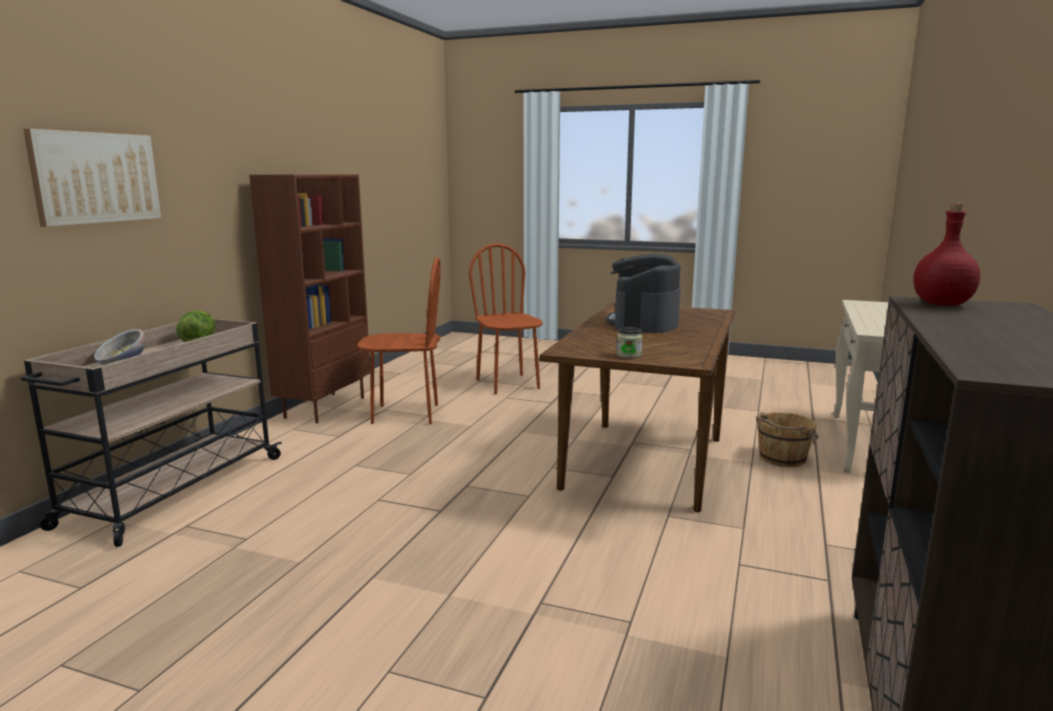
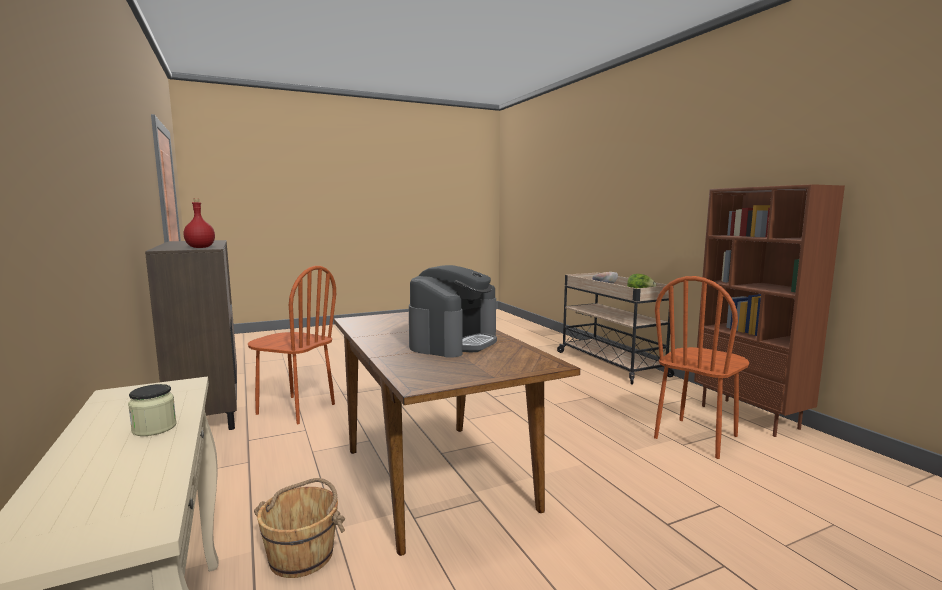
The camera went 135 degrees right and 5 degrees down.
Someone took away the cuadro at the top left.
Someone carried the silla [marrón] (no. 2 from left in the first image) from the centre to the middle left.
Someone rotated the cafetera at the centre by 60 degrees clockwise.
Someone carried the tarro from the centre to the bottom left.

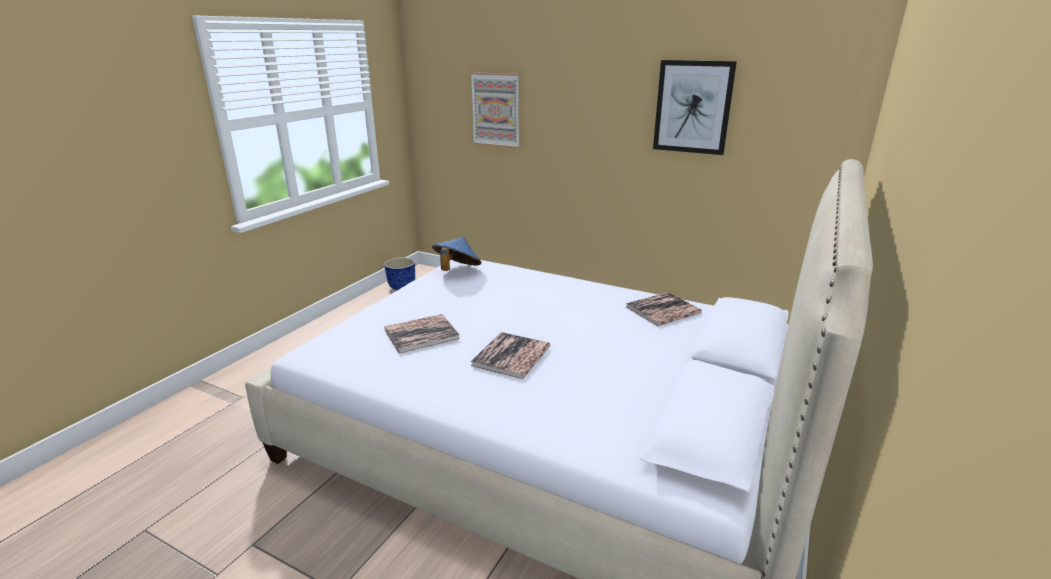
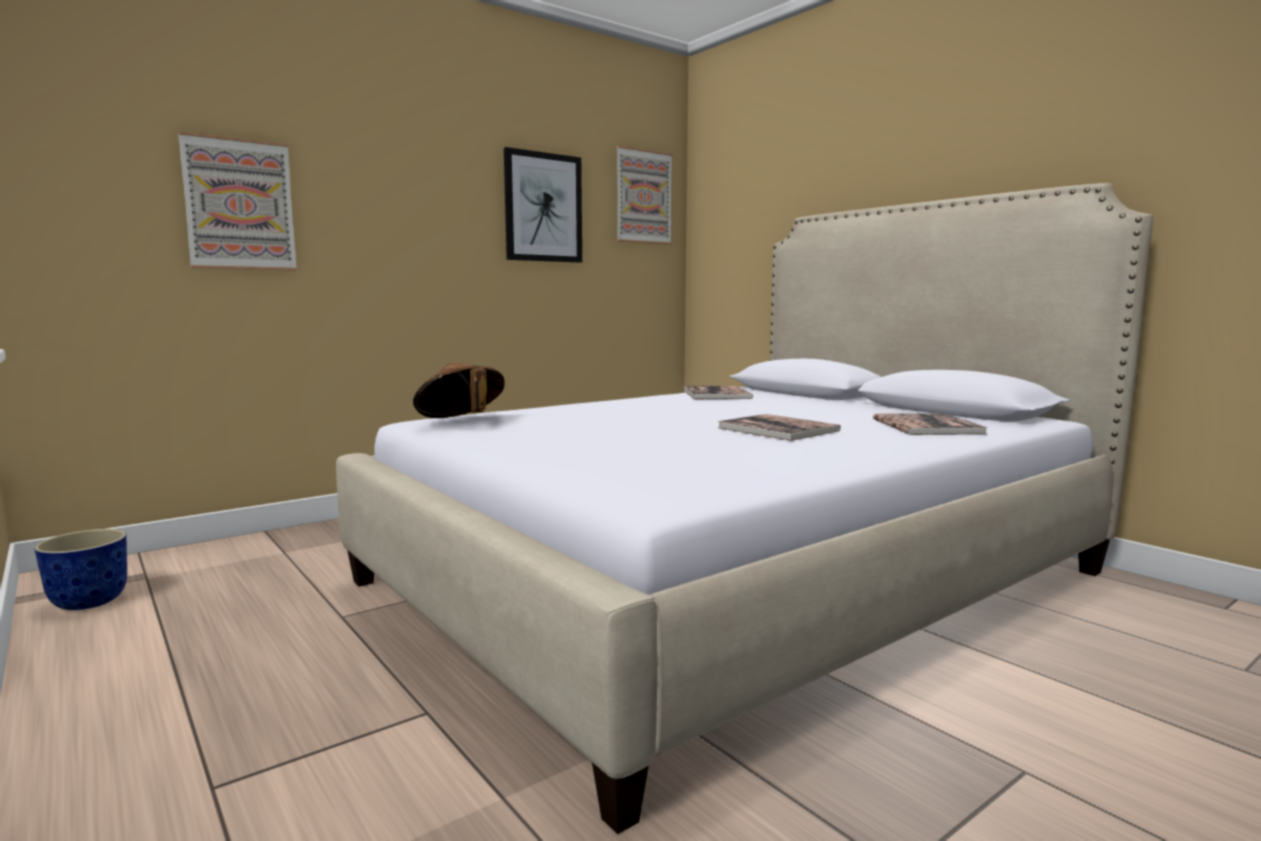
The camera went 65 degrees left and 15 degrees down.
Someone carried the libro (no. 1 from left in the first image) from the centre to the middle right.
Someone repainted the sombrero [azul] at the centre, which became the sombrero [marrón] at the centre.
Someone put up the cuadro (no. 3 from left) at the top centre.

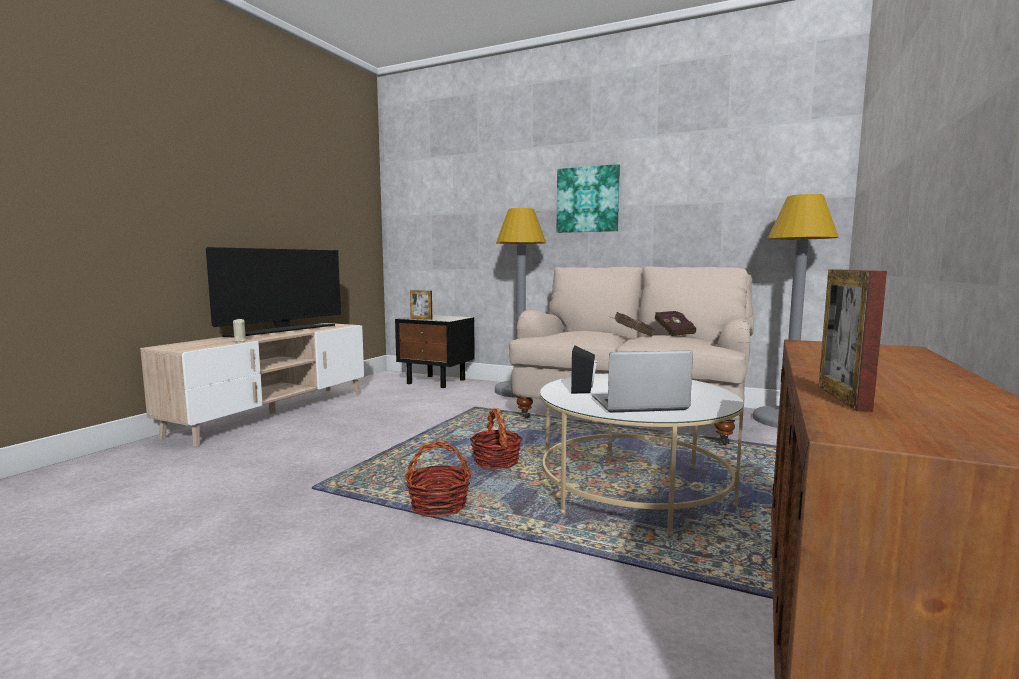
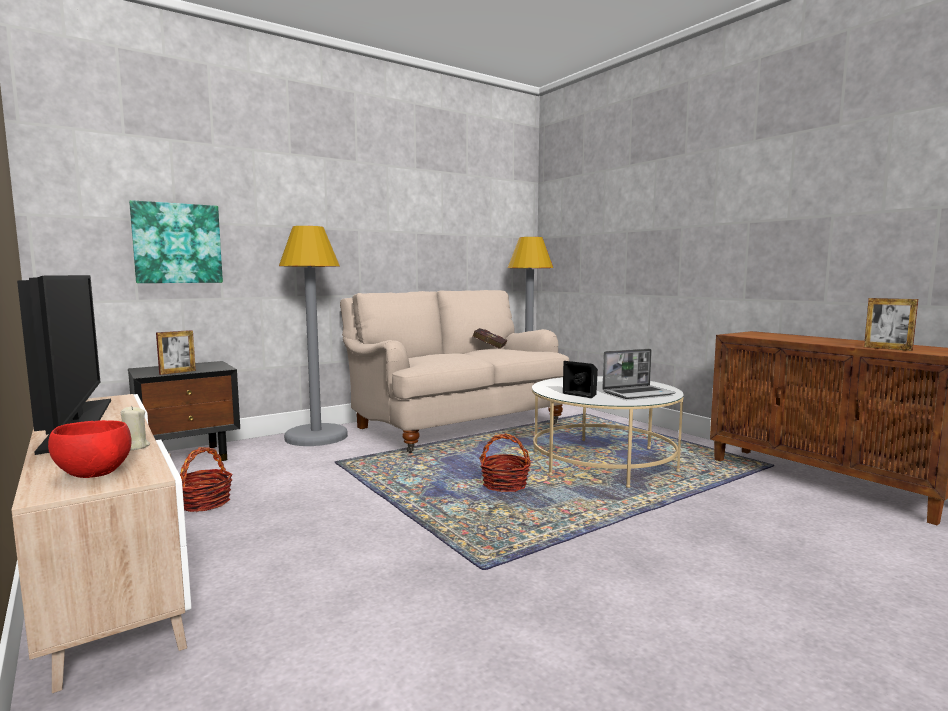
The camera went 60 degrees left and 0 degrees up.
Someone carried the cesta (no. 1 from left) from the bottom centre to the bottom left.
Someone carried the cuadro from the top centre to the middle left.
Someone rotated the portátil at the centre by 135 degrees counterclockwise.
Someone took away the libro [rojo] (no. 1 from left) at the centre.
Someone put down the cuenco [rojo] at the middle left.

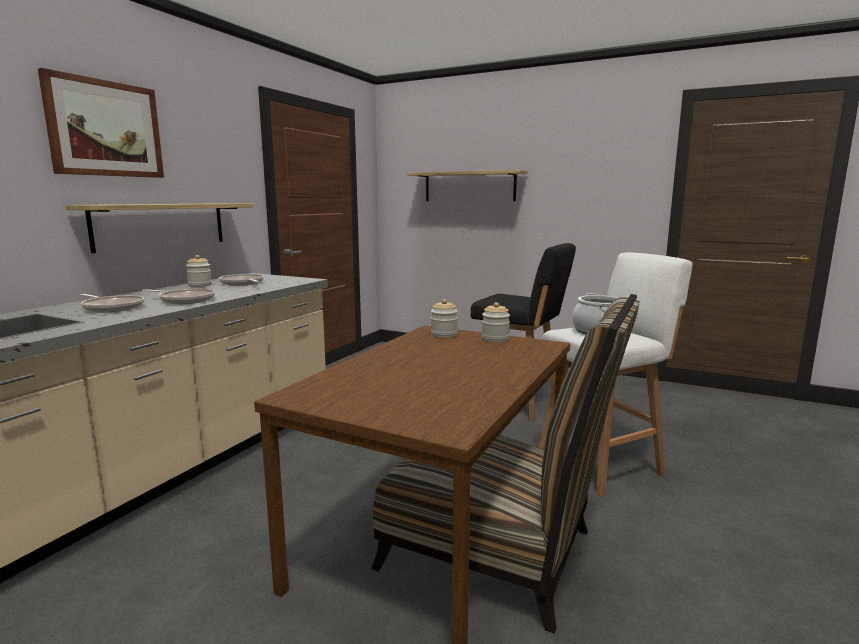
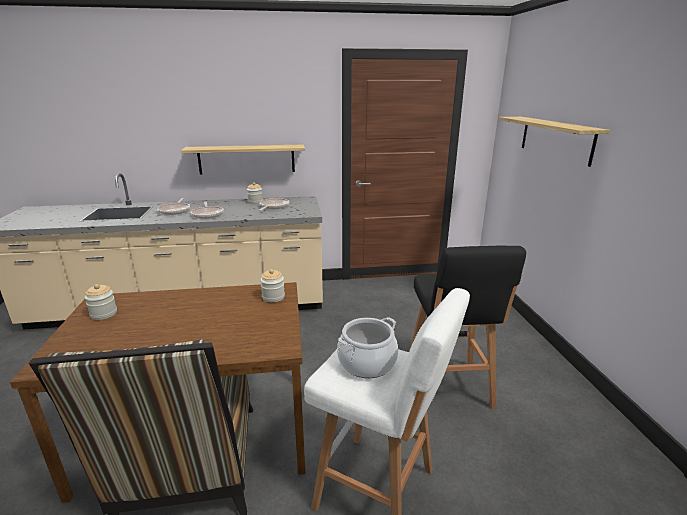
The camera went 55 degrees right and 10 degrees up.
Someone took away the cuadro at the top left.
Someone carried the tarro (no. 3 from left in the first image) from the centre to the middle left.

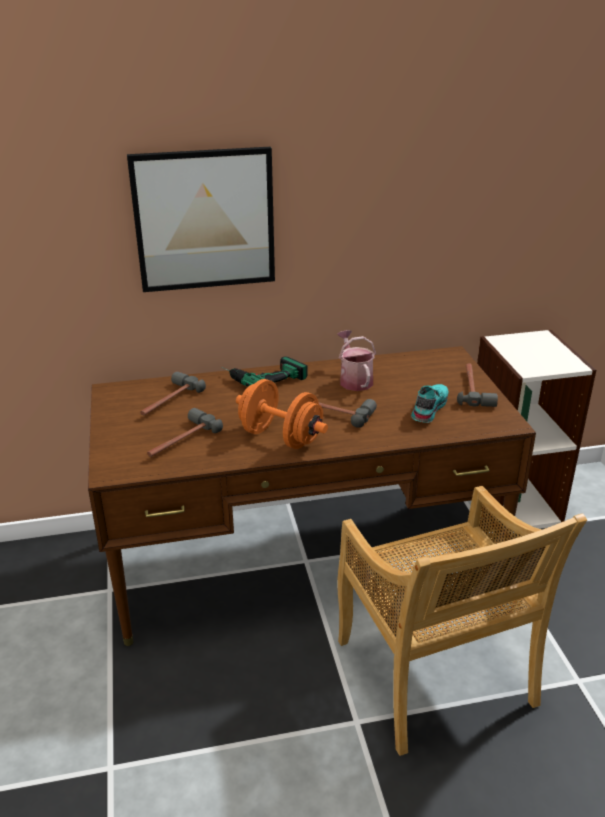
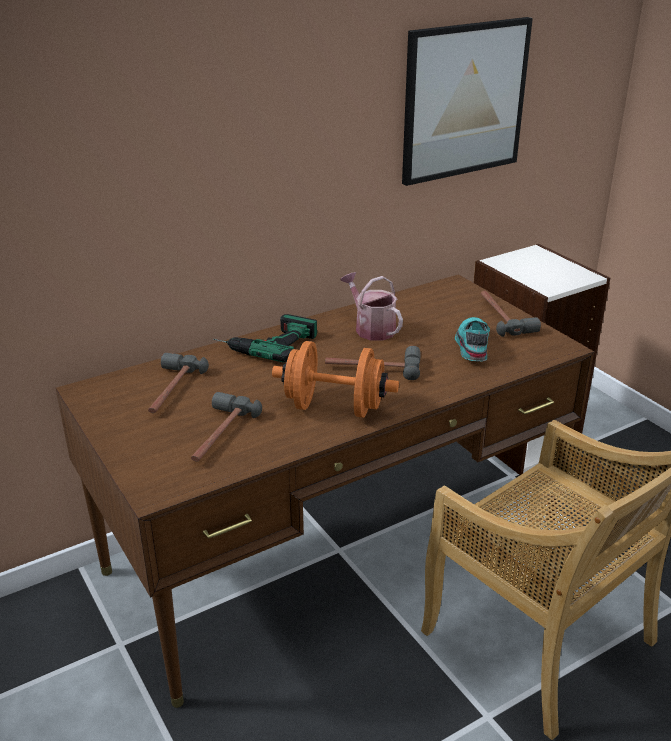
The camera went 20 degrees left and 0 degrees up.
Someone carried the cuadro from the top left to the top right.

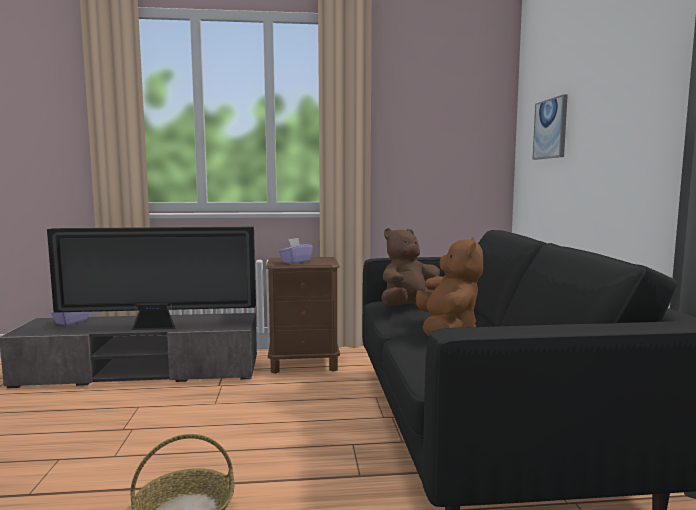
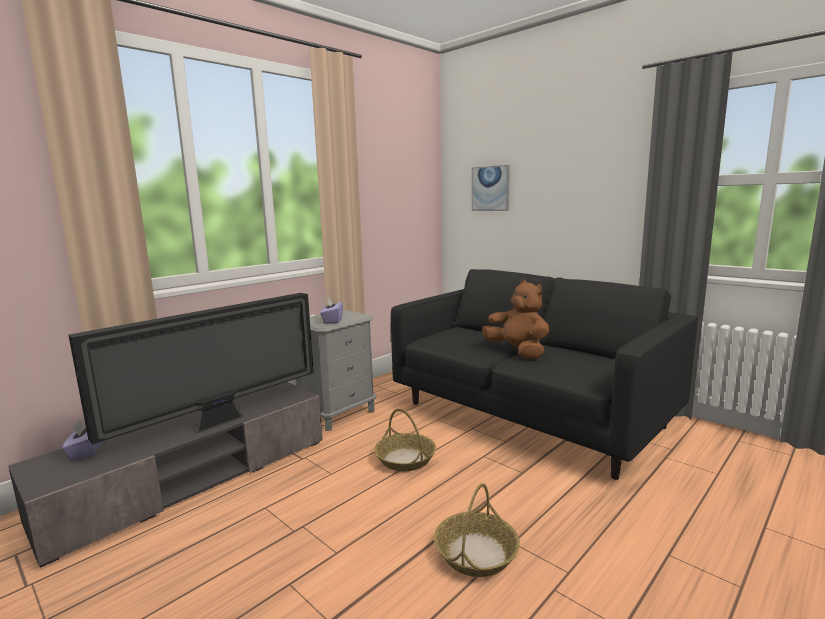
The camera went 40 degrees left and 5 degrees up.
Someone repainted the mesita de noche [marrón] at the centre, which became the mesita de noche [gris] at the centre.
Someone took away the peluche [marrón] (no. 1 from left) at the centre.
Someone put down the cesta (no. 1 from left) at the bottom centre.

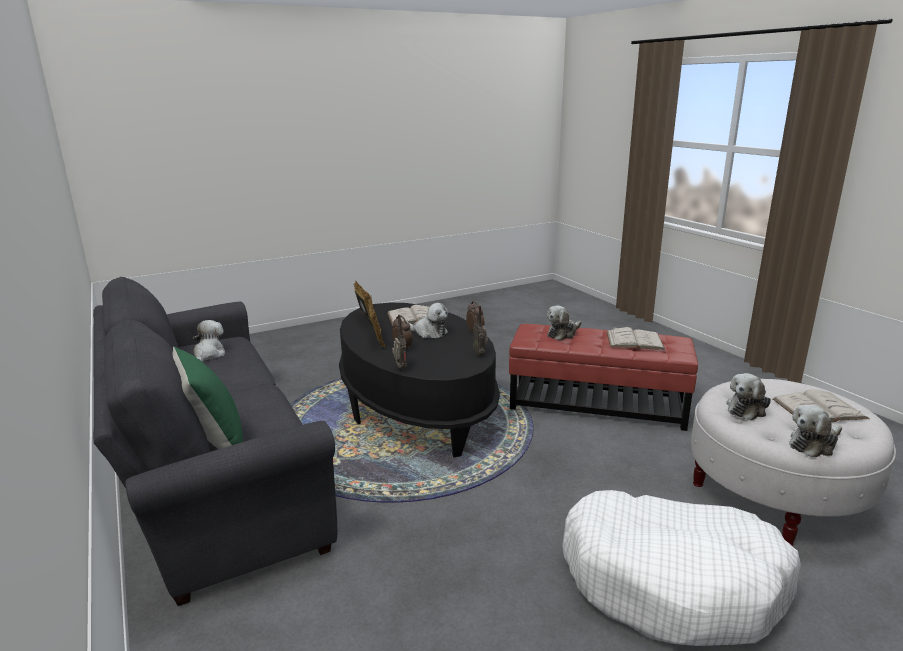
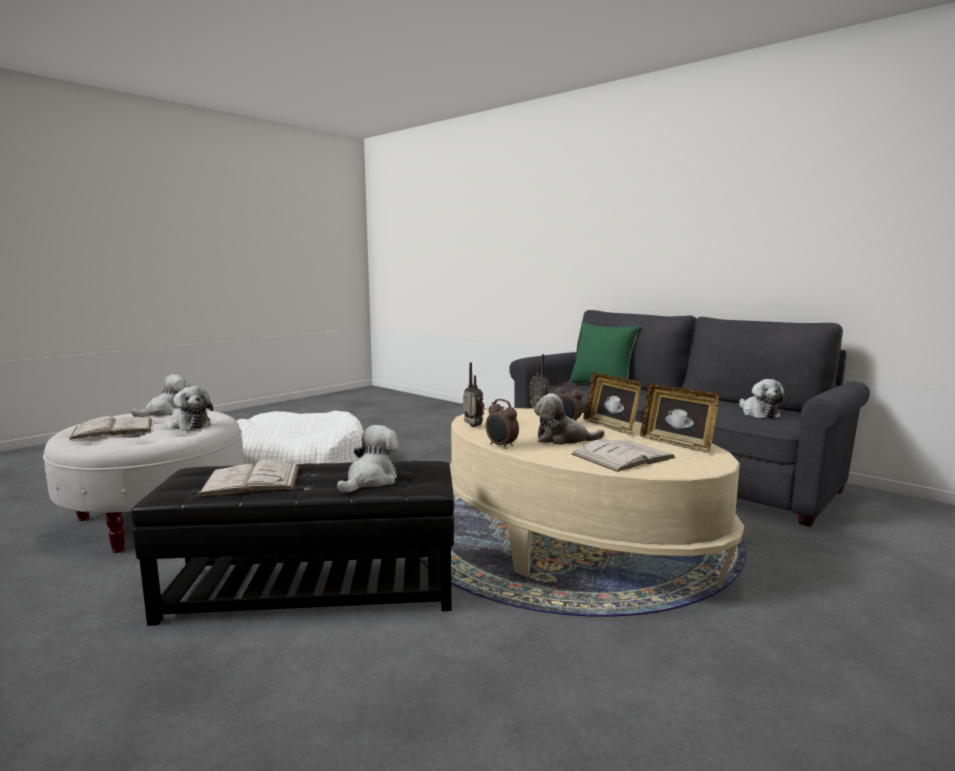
The camera went 160 degrees right and 10 degrees down.
Someone repainted the mesa de centro [negro] at the centre, which became the mesa de centro [beis] at the centre.
Someone repainted the puf [rojo] at the middle right, which became the puf [negro] at the bottom left.
Someone rotated the peluche (no. 4 from left in the first image) at the middle right by 105 degrees clockwise.

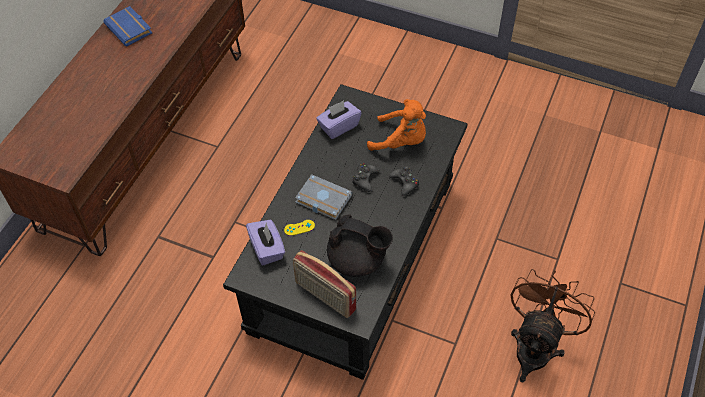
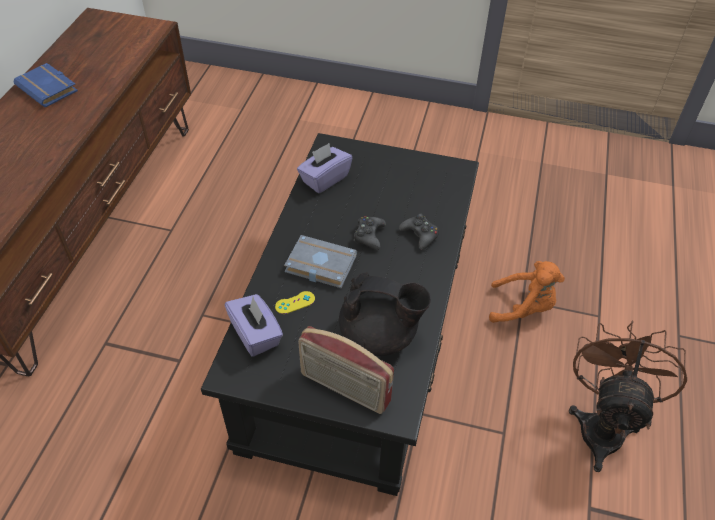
The camera went 10 degrees left and 5 degrees down.
Someone carried the peluche [naranja] from the top centre to the middle right.

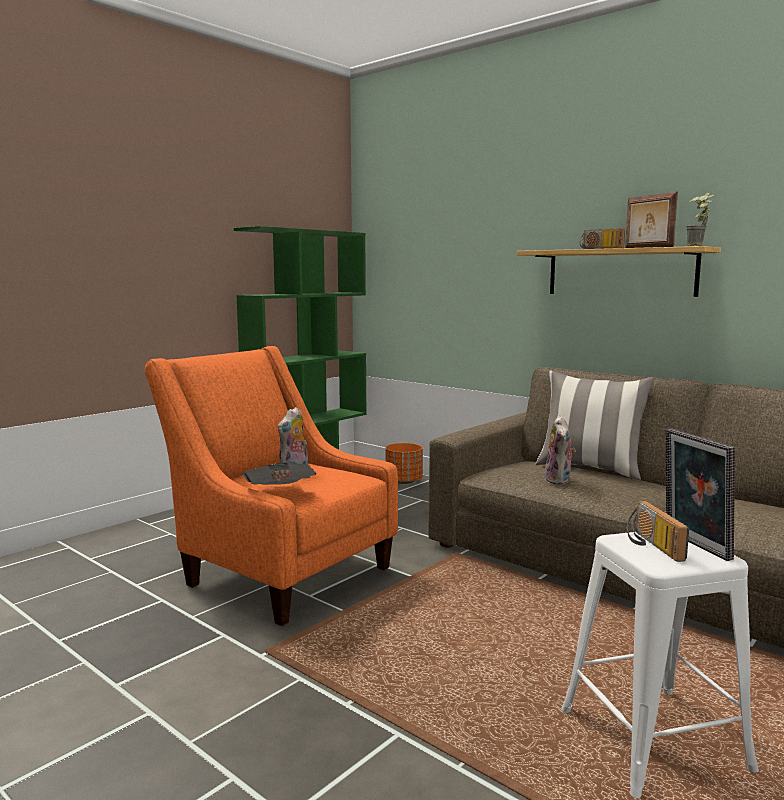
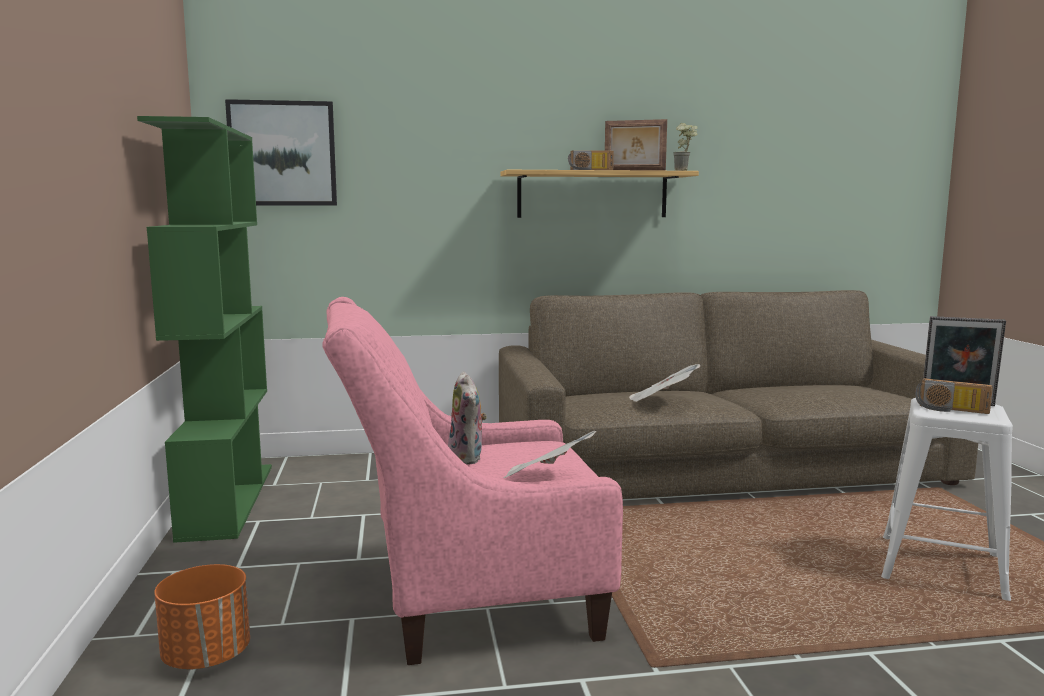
The camera went 50 degrees left and 0 degrees up.
Someone repainted the sillón [naranja] at the centre, which became the sillón [rosa] at the bottom centre.
Someone carried the maceta [naranja] from the centre to the bottom left.
Someone took away the cojín at the middle right.
Someone swapped the peluche (no. 2 from left) at the middle right for the periódico (no. 2 from left) at the centre.
Someone put up the cuadro at the top left.

